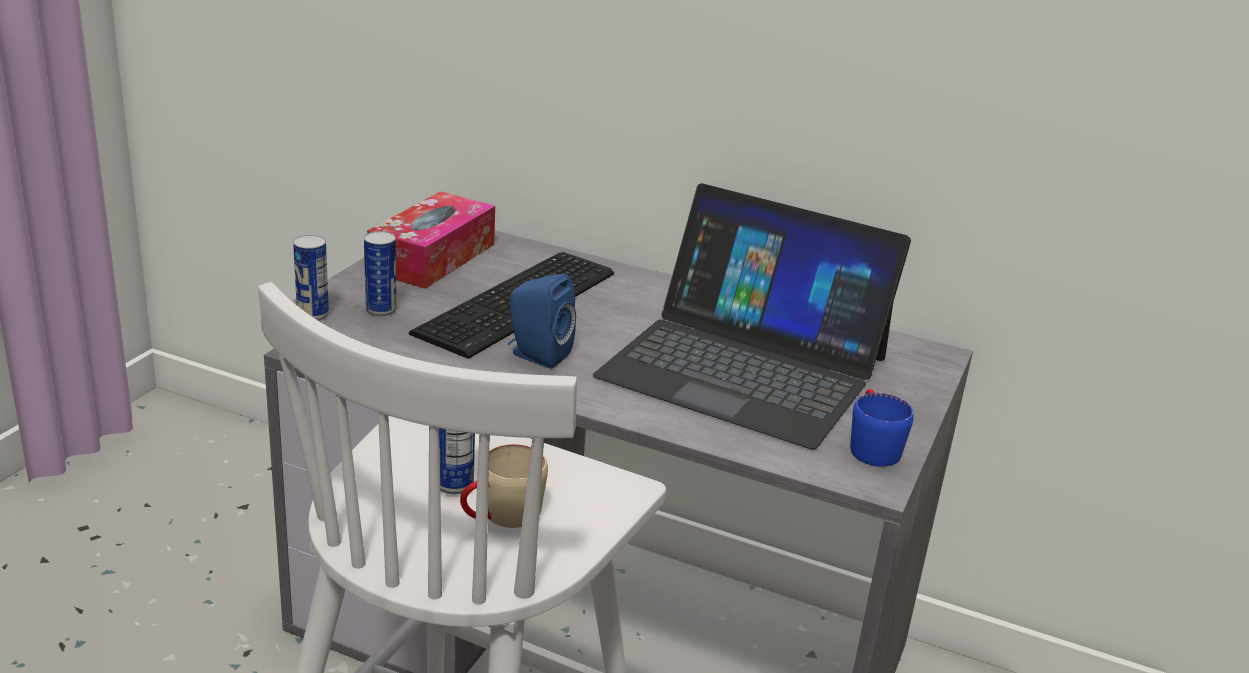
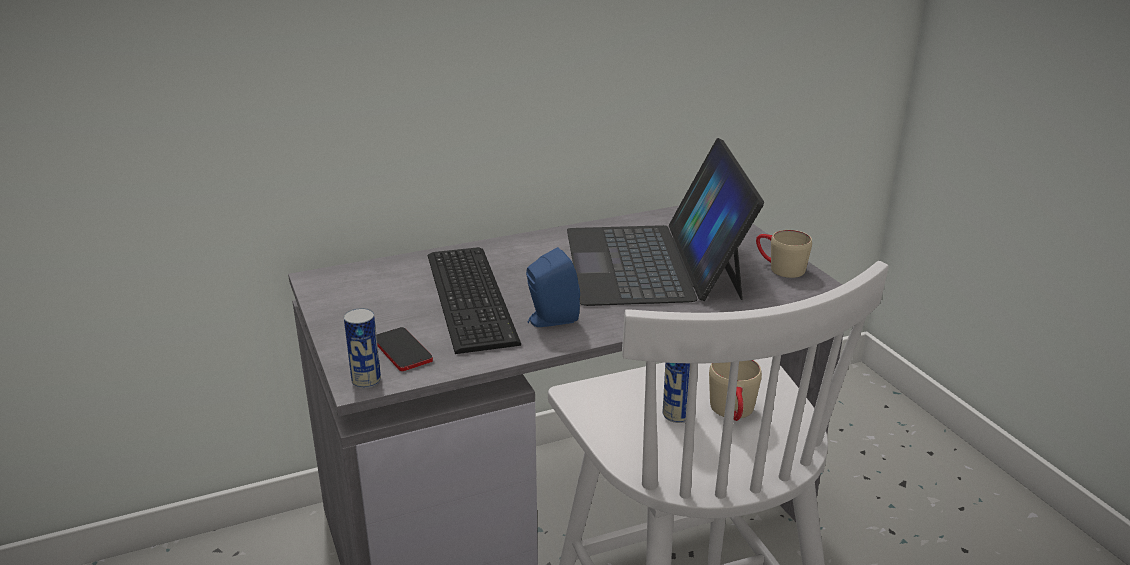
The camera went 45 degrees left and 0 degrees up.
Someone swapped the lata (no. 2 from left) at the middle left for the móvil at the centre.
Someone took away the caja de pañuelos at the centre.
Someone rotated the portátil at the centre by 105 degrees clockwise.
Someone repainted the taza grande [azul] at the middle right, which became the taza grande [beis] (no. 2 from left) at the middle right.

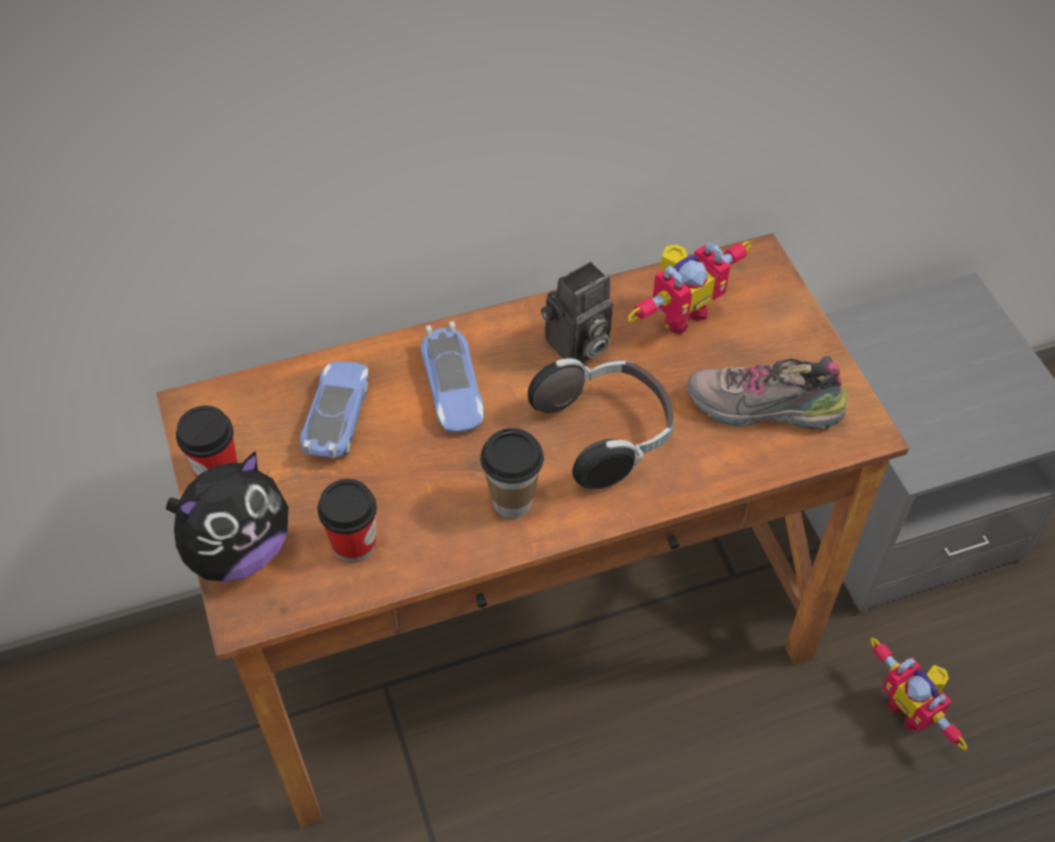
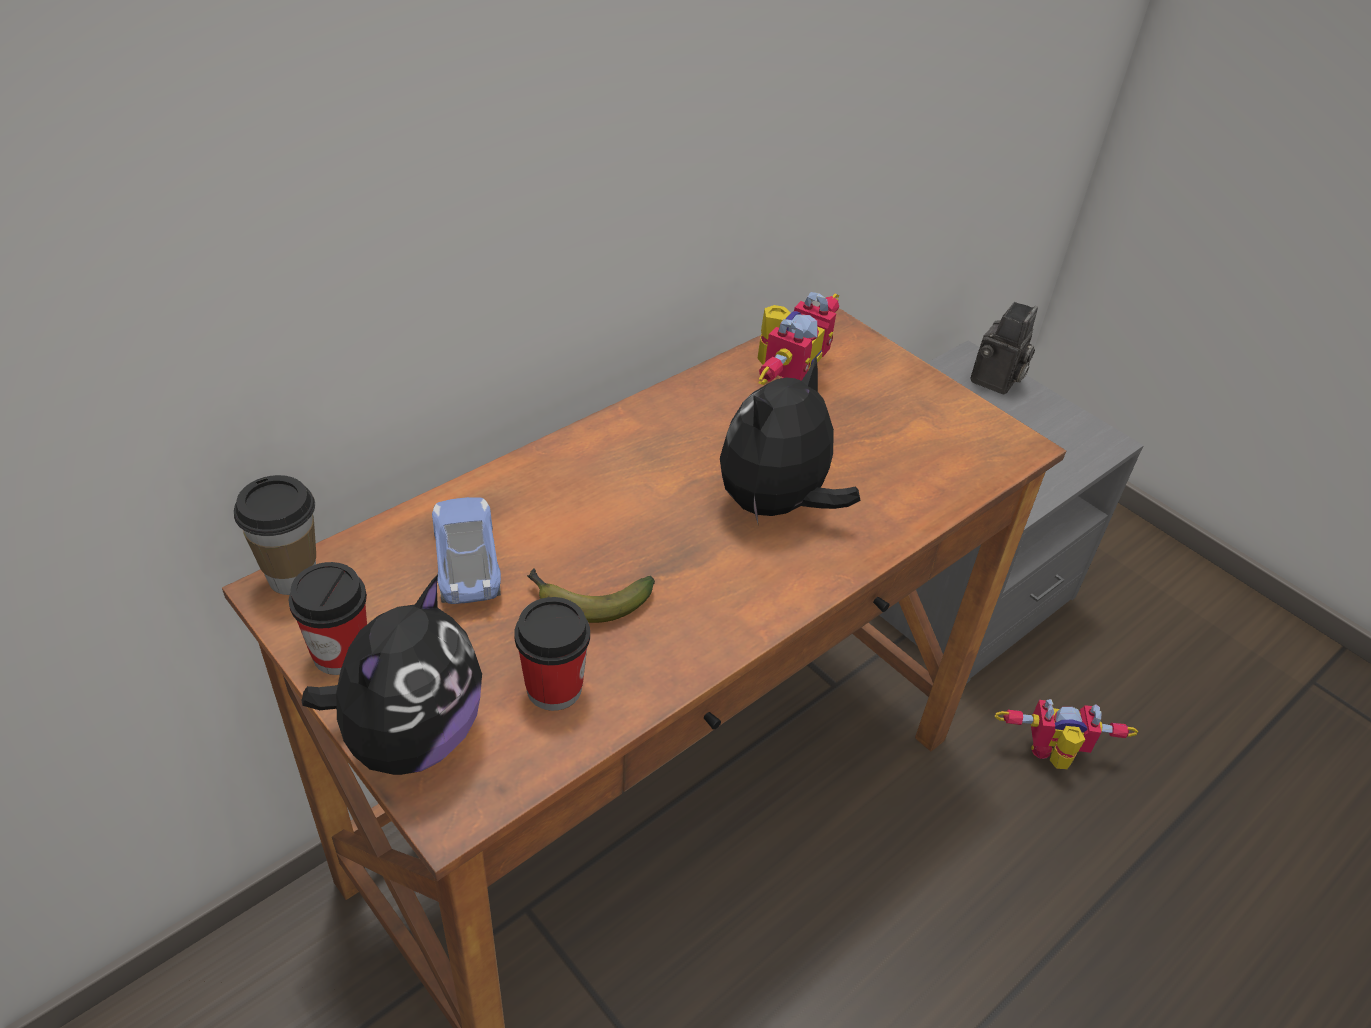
The camera went 25 degrees left and 10 degrees down.
Someone took away the coche de juguete (no. 2 from left) at the centre.
Someone carried the taza (no. 3 from left in the first image) from the centre to the middle left.
Someone swapped the auriculares at the centre for the peluche (no. 2 from left) at the centre.
Someone carried the cámara from the centre to the middle right.
Someone took away the zapato at the middle right.
Someone rotated the robot de juguete (no. 2 from left) at the bottom right by 150 degrees clockwise.
Someone put down the plátano at the centre.

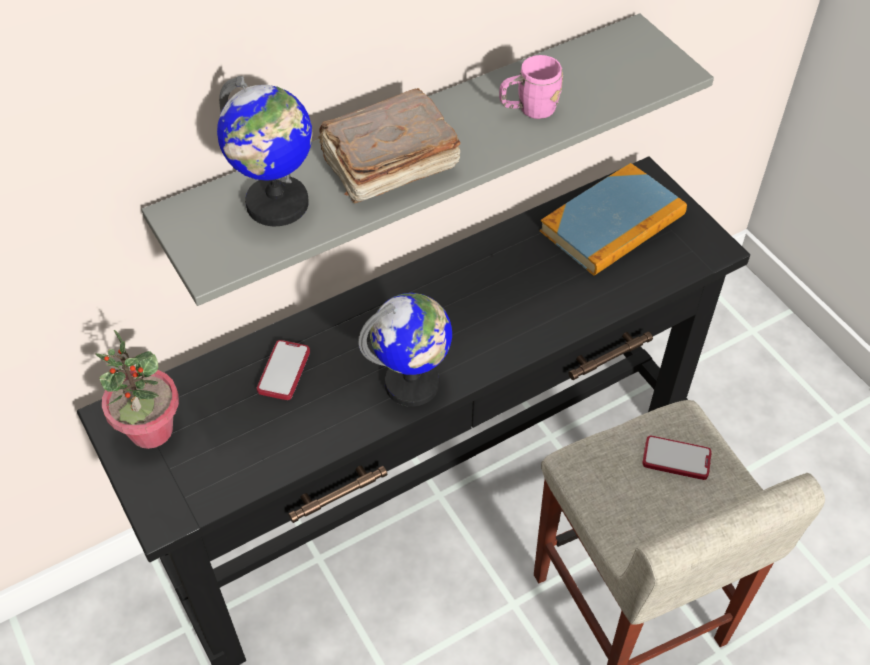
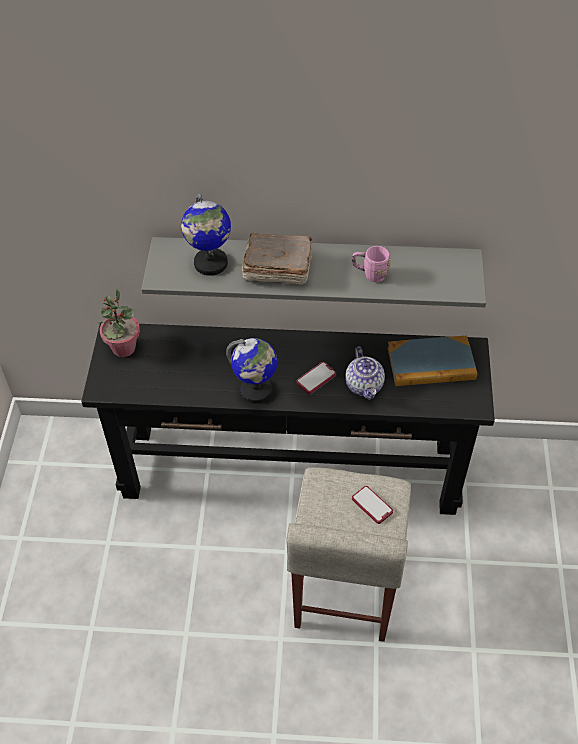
The camera went 35 degrees right and 0 degrees up.
Someone carried the móvil (no. 1 from left) from the middle left to the centre.
Someone put down the tetera at the centre.

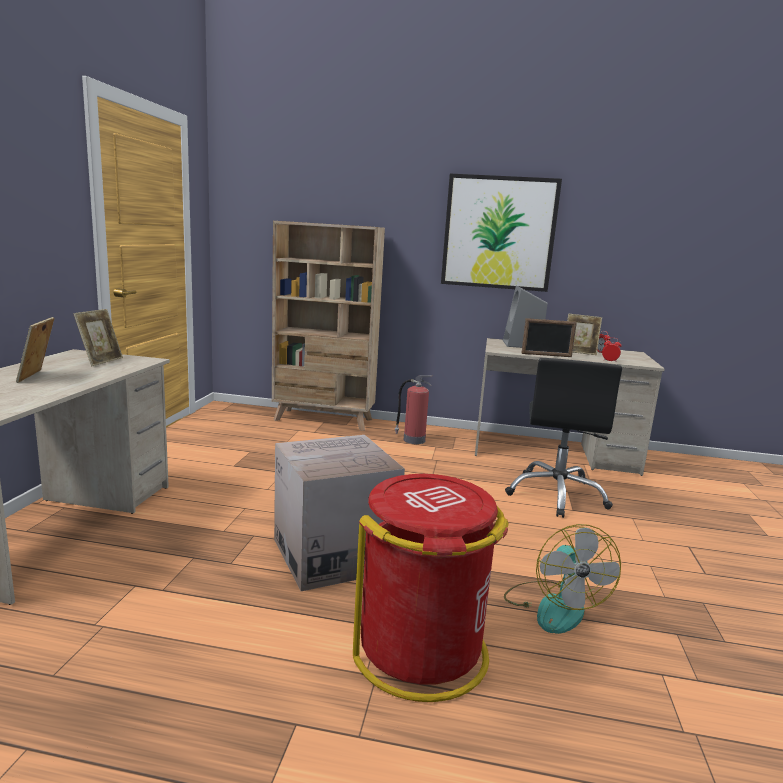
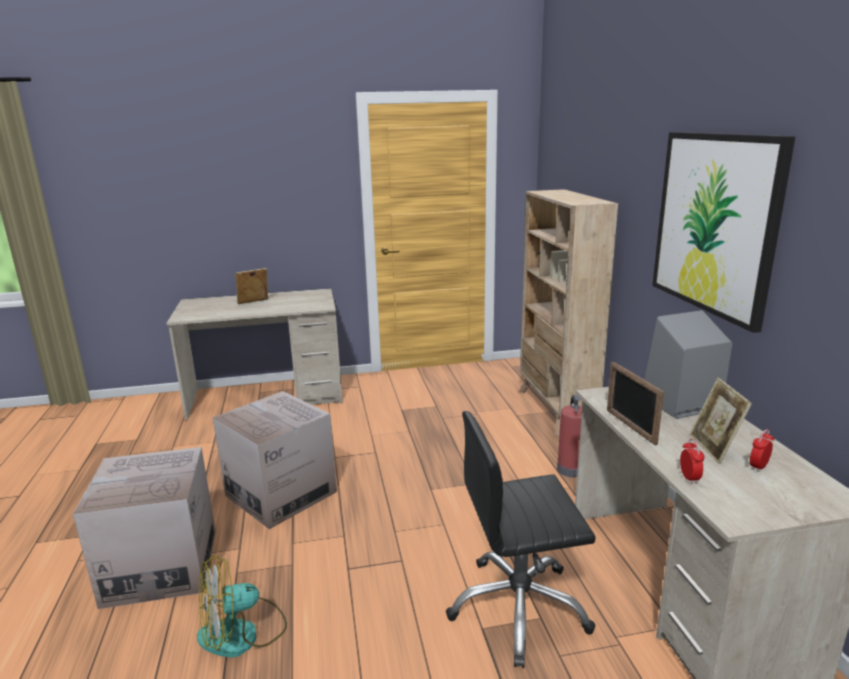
The camera went 70 degrees right and 5 degrees up.
Someone took away the portarretratos (no. 2 from left) at the middle left.
Someone swapped the papelera [rojo] at the bottom centre for the caja de cartón (no. 1 from left) at the bottom left.

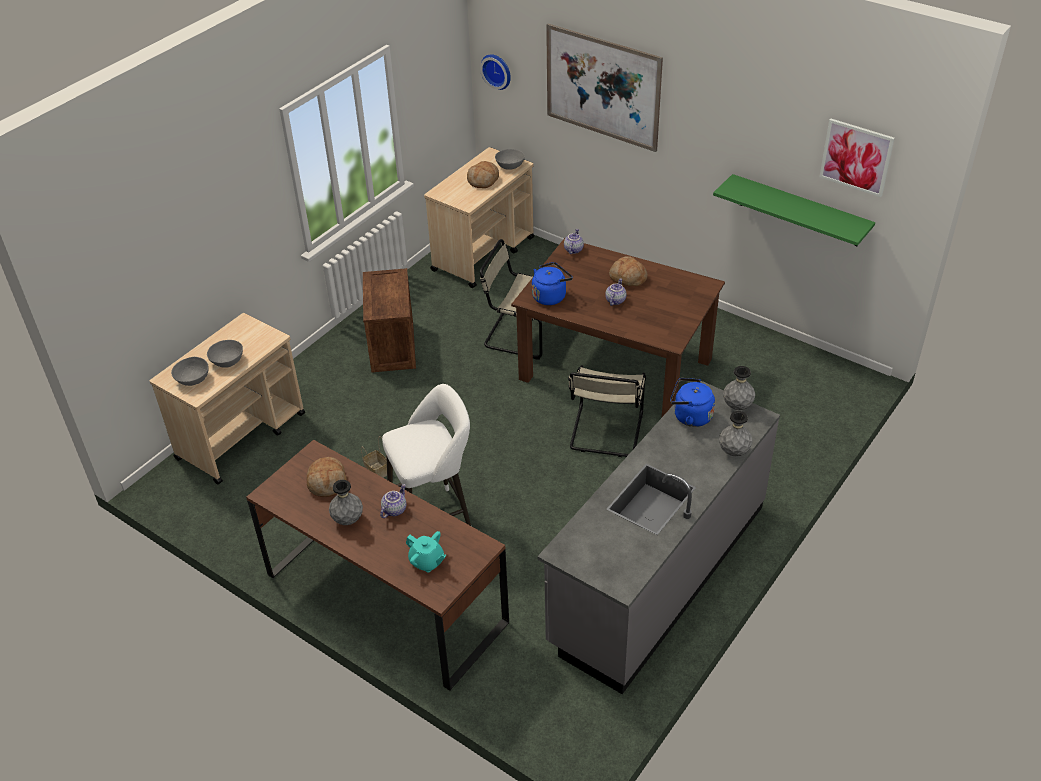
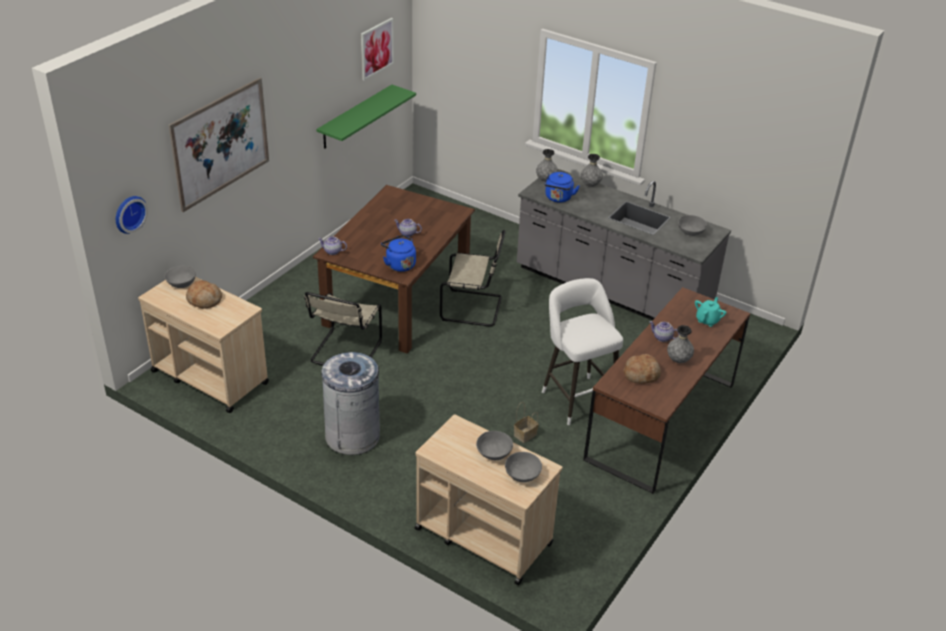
The camera went 95 degrees left and 5 degrees down.
Someone swapped the caja de embalaje at the centre for the papelera [gris] at the centre.
Someone took away the pan (no. 3 from left) at the centre.
Someone put down the cuenco [gris] (no. 4 from left) at the middle right.

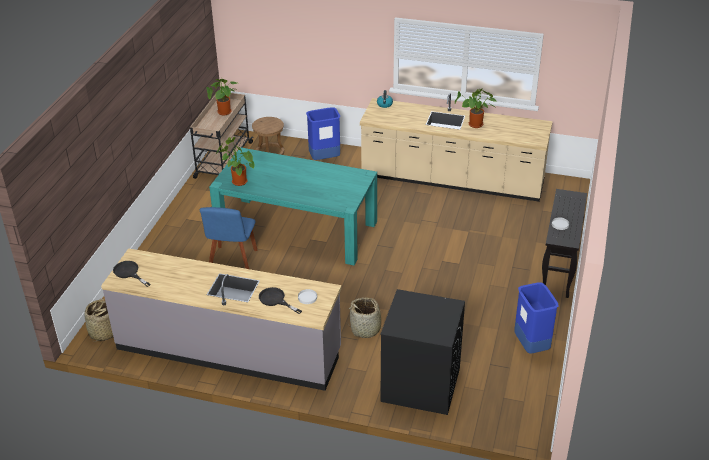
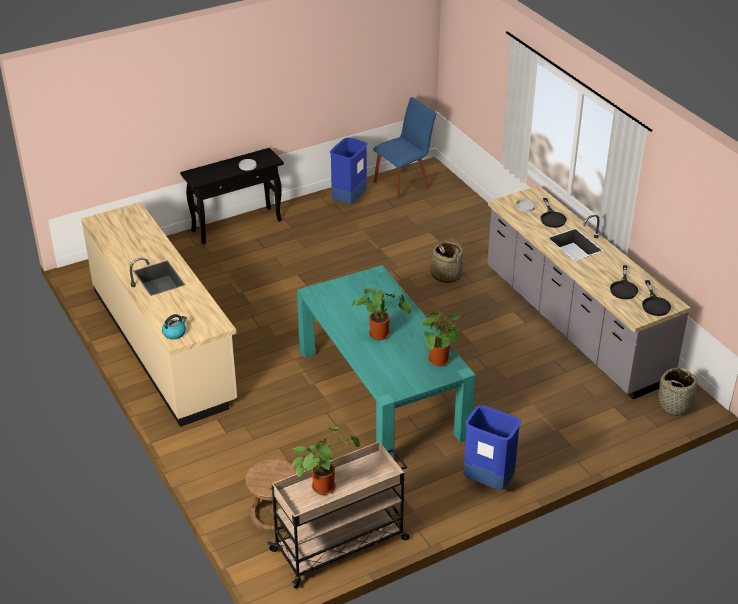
The camera went 135 degrees left and 0 degrees up.
Someone carried the silla [azul] from the middle left to the top centre.
Someone carried the papelera [azul] (no. 1 from left in the first image) from the top centre to the bottom right.
Someone took away the lavadora [negro] at the bottom centre.
Someone carried the planta en maceta (no. 3 from left in the first image) from the top right to the centre.
Someone put down the sartén [negro] (no. 2 from left) at the middle right.

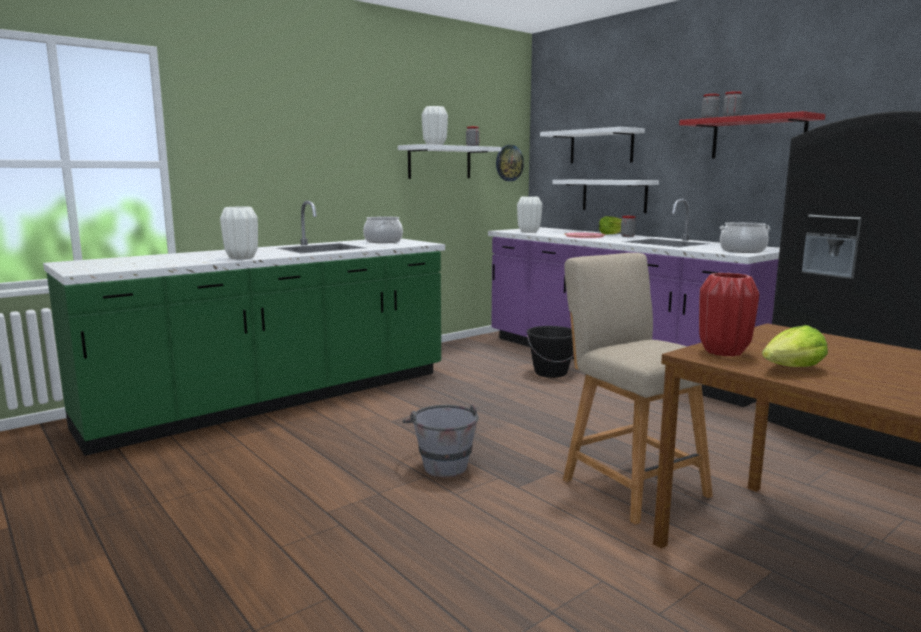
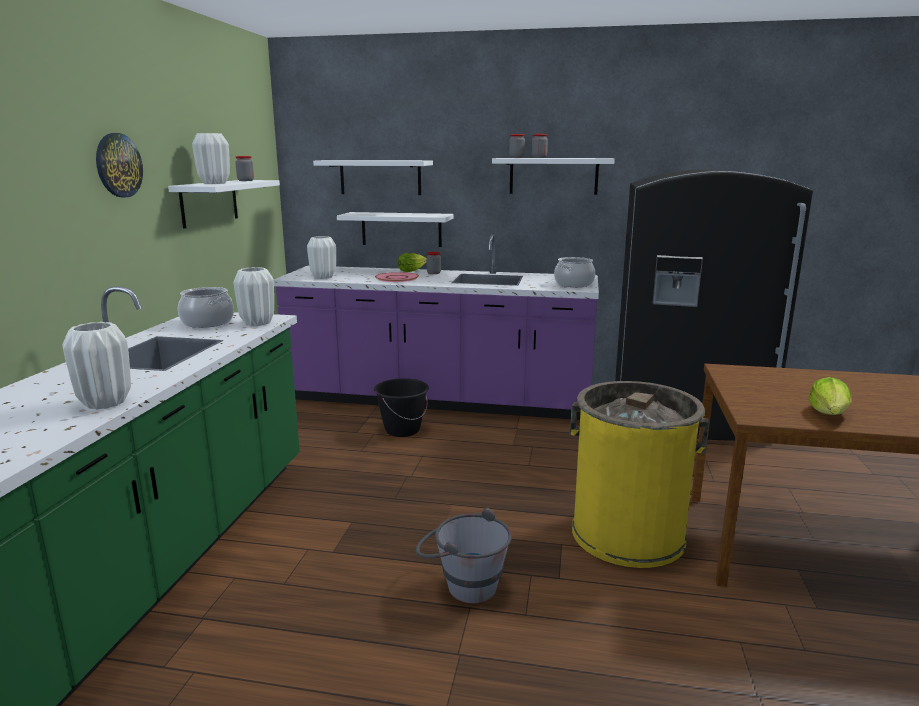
The camera went 40 degrees left and 5 degrees up.
Someone carried the reloj de pared from the top centre to the top left.
Someone swapped the silla [beis] at the middle right for the papelera [amarillo] at the bottom right.
Someone repainted the estante [rojo] at the top right, which became the estante [blanco] (no. 4 from left) at the top centre.
Someone took away the florero [rojo] at the middle right.
Someone put down the florero [blanco] (no. 3 from left) at the middle left.

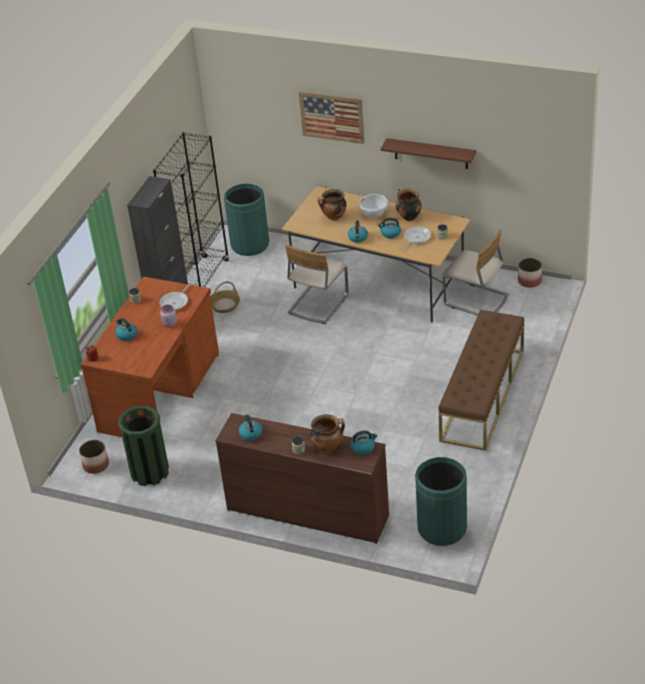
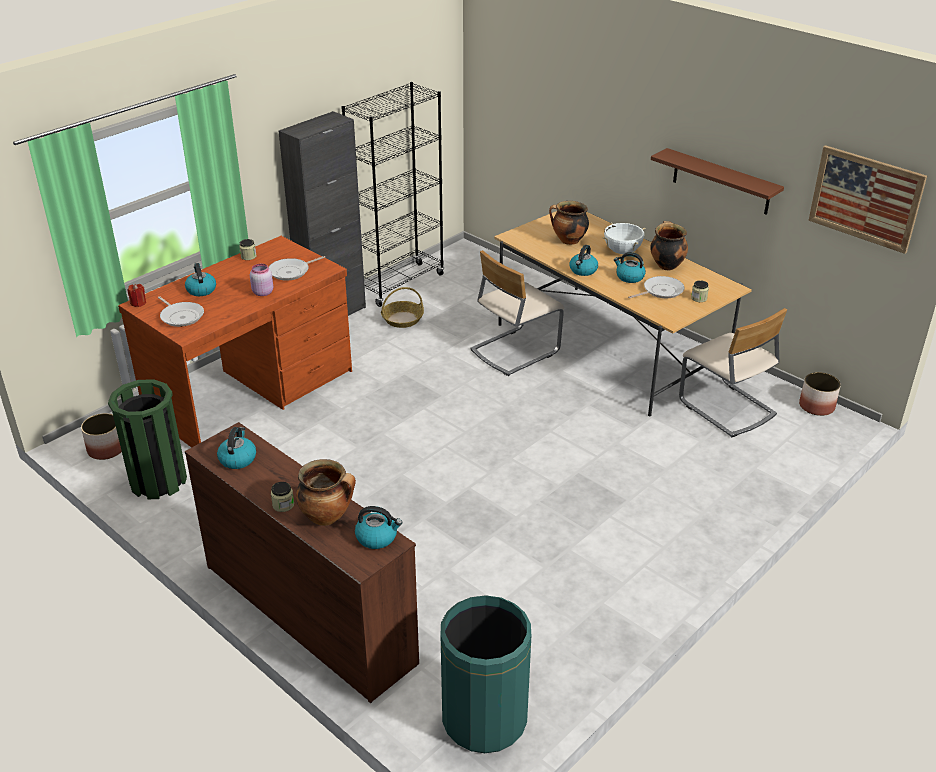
The camera went 20 degrees right and 5 degrees down.
Someone took away the papelera [verde] (no. 2 from left) at the top centre.
Someone carried the cuadro from the top centre to the top right.
Someone took away the banco [marrón] at the middle right.
Someone put down the sartén (no. 1 from left) at the middle left.

